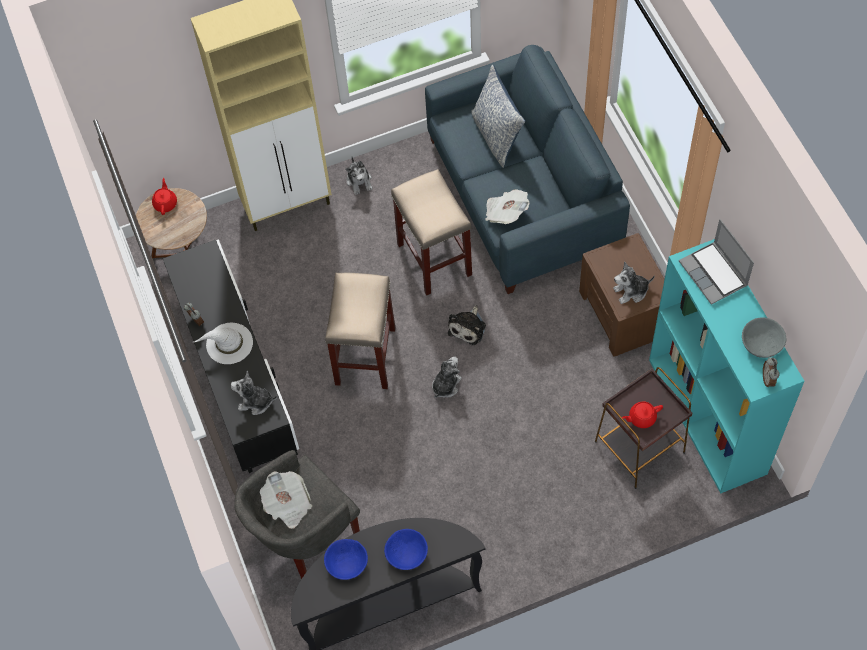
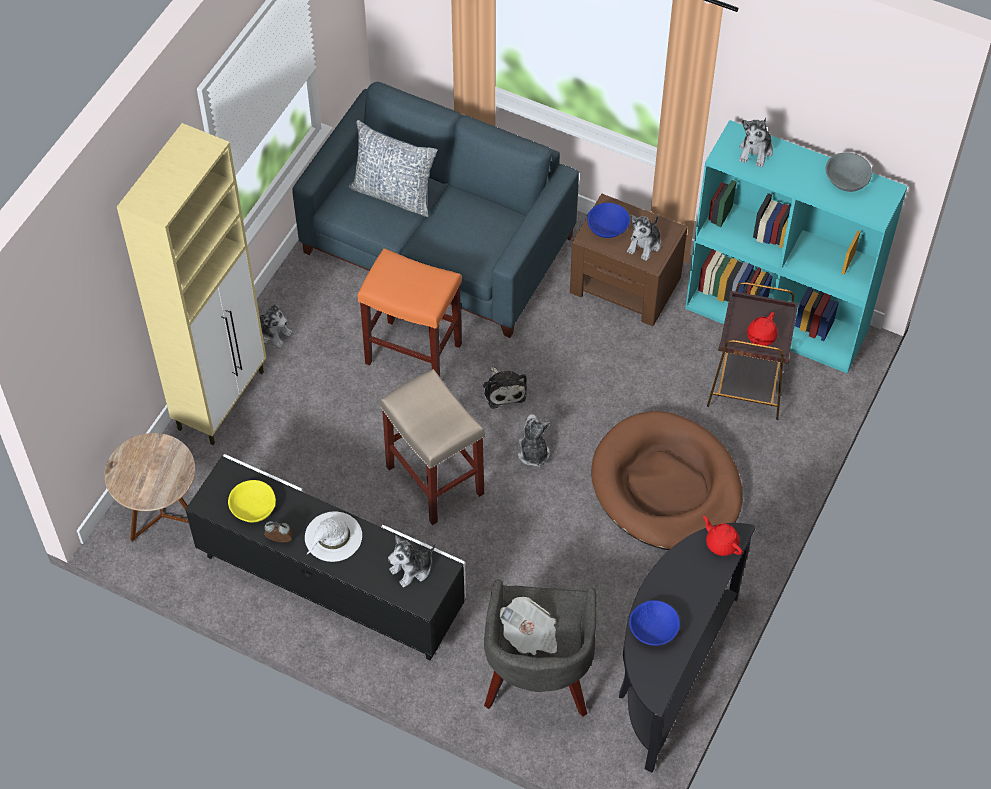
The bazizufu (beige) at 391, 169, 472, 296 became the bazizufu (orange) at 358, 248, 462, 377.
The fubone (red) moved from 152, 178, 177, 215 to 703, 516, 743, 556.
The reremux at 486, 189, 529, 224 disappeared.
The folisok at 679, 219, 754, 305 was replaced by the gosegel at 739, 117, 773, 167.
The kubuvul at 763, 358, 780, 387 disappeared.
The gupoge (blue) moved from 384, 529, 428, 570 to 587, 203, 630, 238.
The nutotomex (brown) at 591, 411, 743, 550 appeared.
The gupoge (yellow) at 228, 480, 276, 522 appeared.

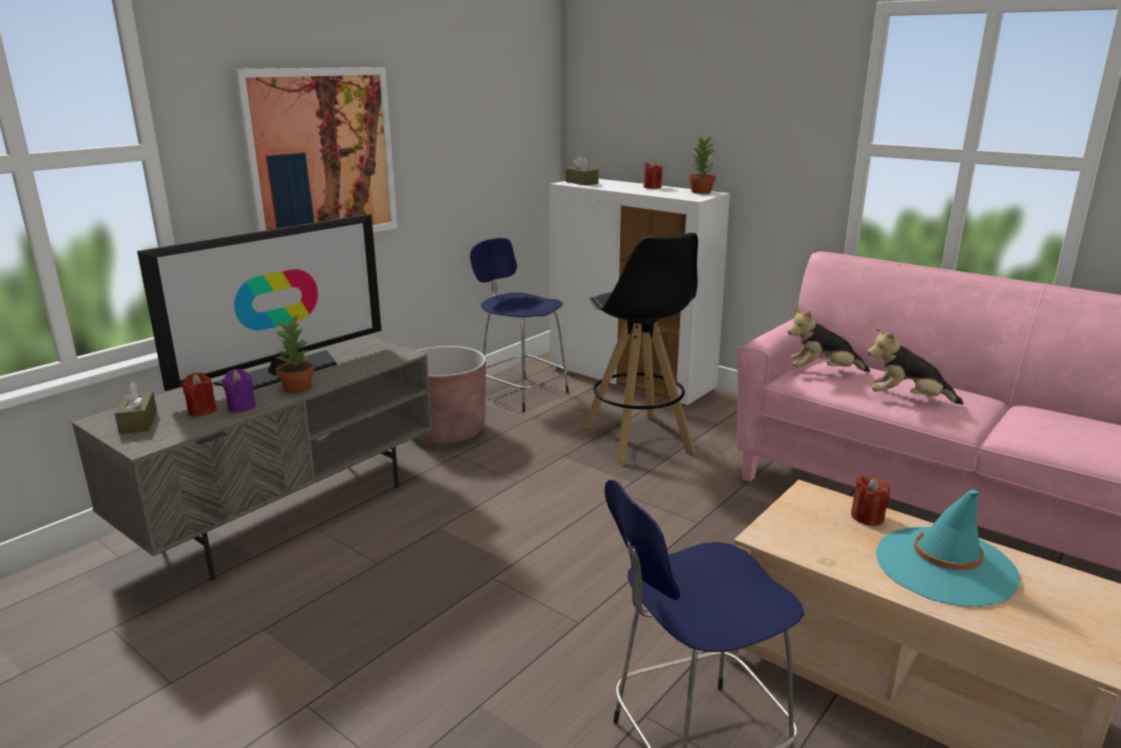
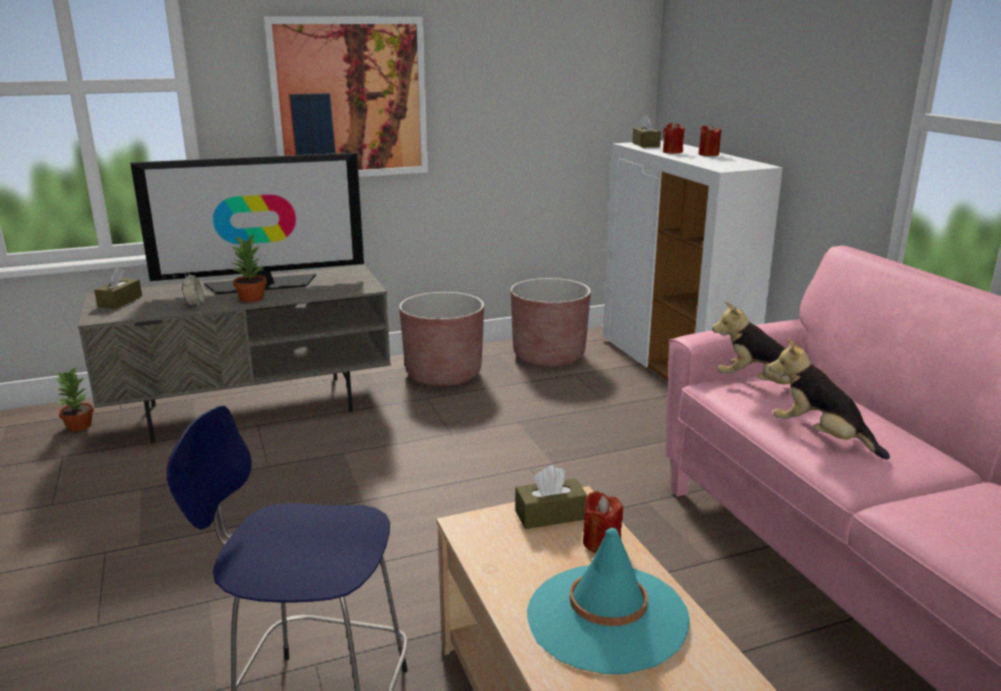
The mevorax moved from 688, 136, 716, 194 to 55, 367, 94, 431.
The bazizufu (black) at 583, 233, 698, 466 disappeared.
The bazizufu (blue) at 470, 238, 569, 412 was replaced by the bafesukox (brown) at 510, 278, 591, 367.
The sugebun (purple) at 222, 369, 256, 412 was replaced by the kubuvul at 182, 272, 204, 307.
The sugebun (red) moved from 181, 372, 217, 416 to 663, 122, 684, 154.
The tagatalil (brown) at 515, 465, 587, 529 appeared.

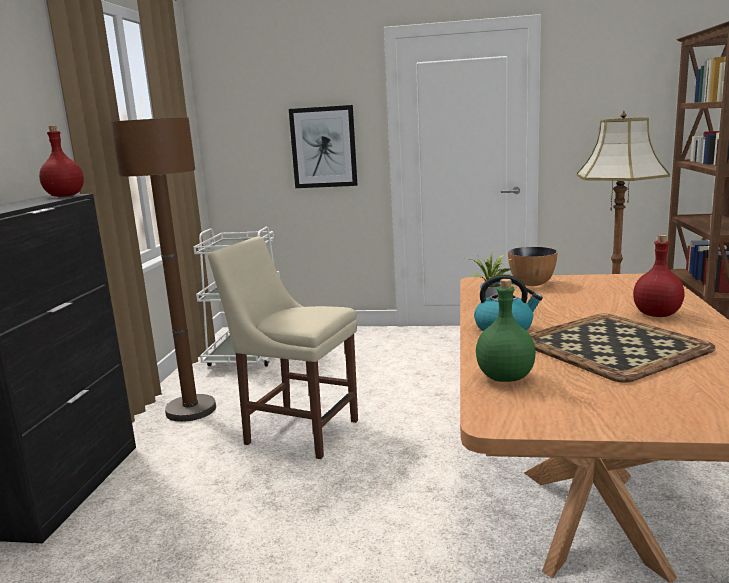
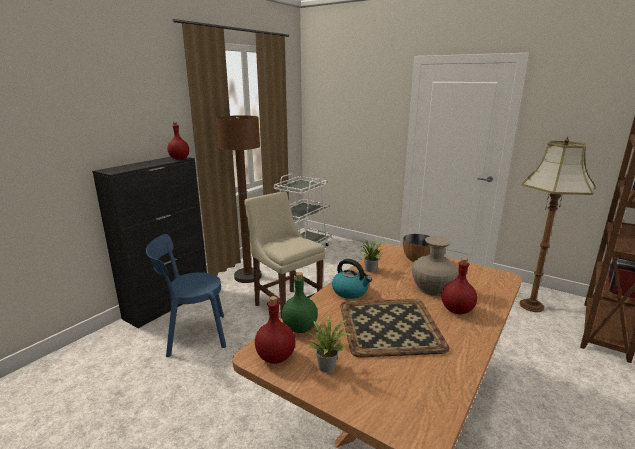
The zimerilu at 289, 105, 357, 188 disappeared.
The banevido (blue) at 146, 234, 226, 357 appeared.
The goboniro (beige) at 412, 236, 458, 296 appeared.
The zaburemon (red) at 255, 296, 295, 364 appeared.
The mevorax at 308, 316, 352, 373 appeared.

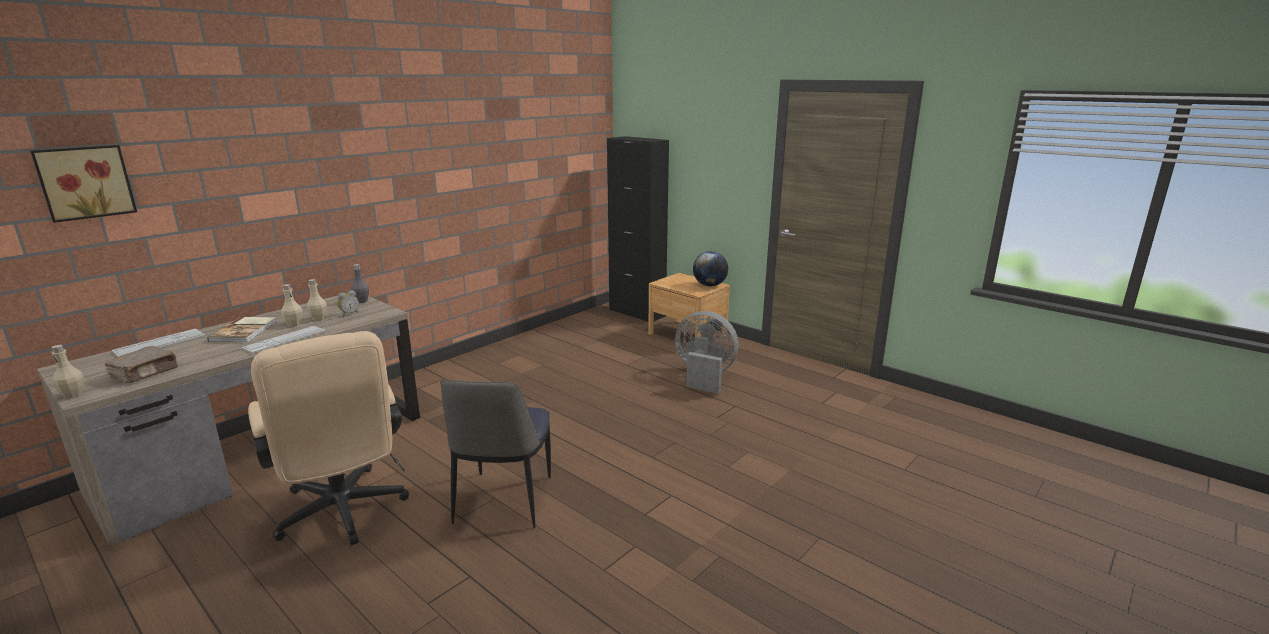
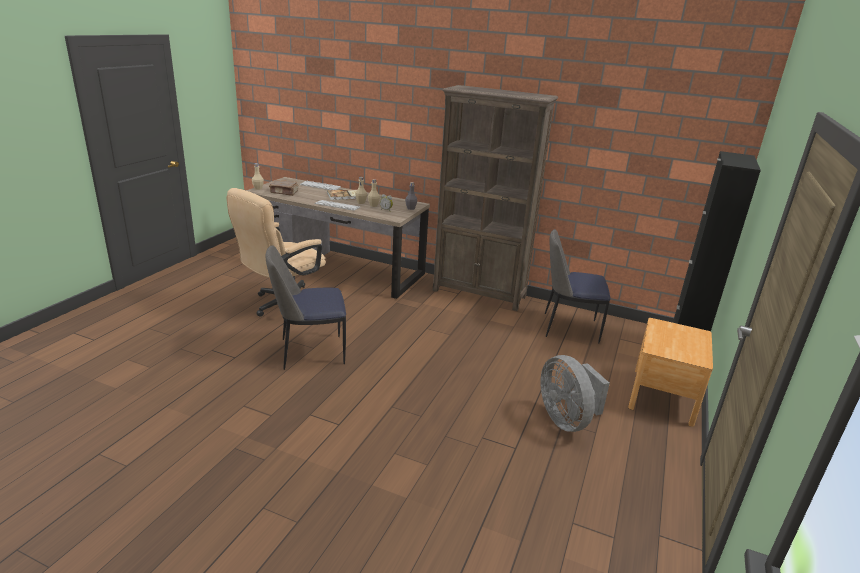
The zimerilu at 30, 145, 137, 223 disappeared.
The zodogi at 693, 251, 728, 287 disappeared.
The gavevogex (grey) at 675, 311, 739, 394 turned 150 degrees clockwise.
The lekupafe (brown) at 433, 85, 558, 311 appeared.
The banevido at 545, 229, 611, 343 appeared.

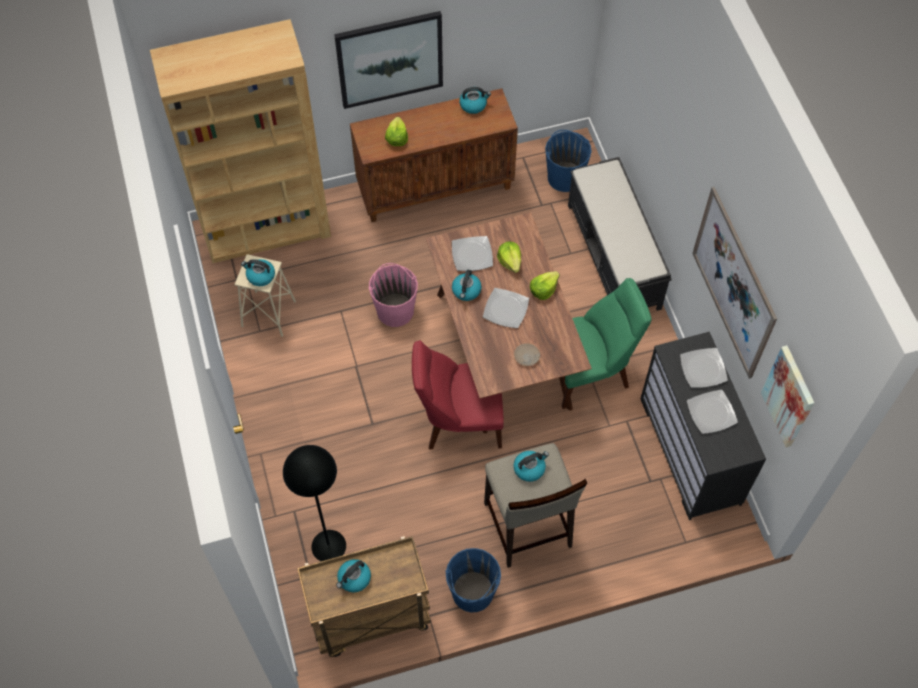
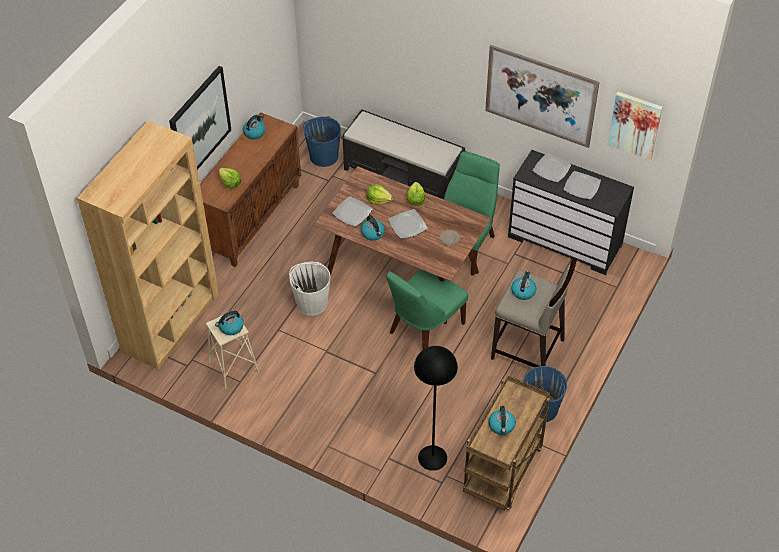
The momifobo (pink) at 369, 263, 418, 327 became the momifobo (white) at 289, 262, 331, 316.
The banevido (red) at 412, 340, 504, 449 became the banevido (green) at 387, 269, 468, 350.

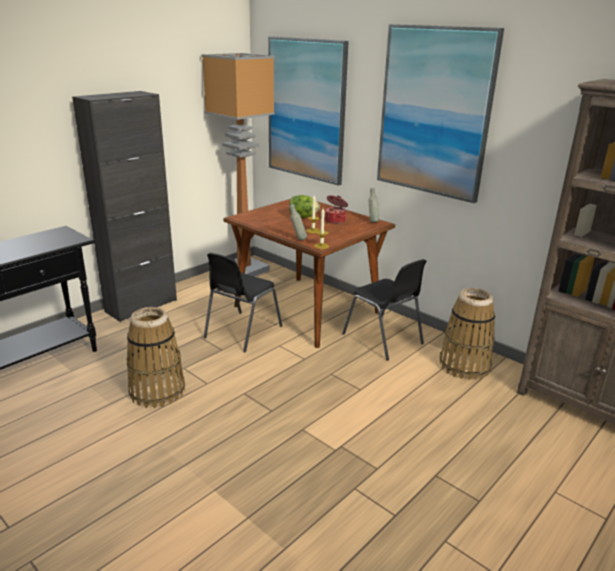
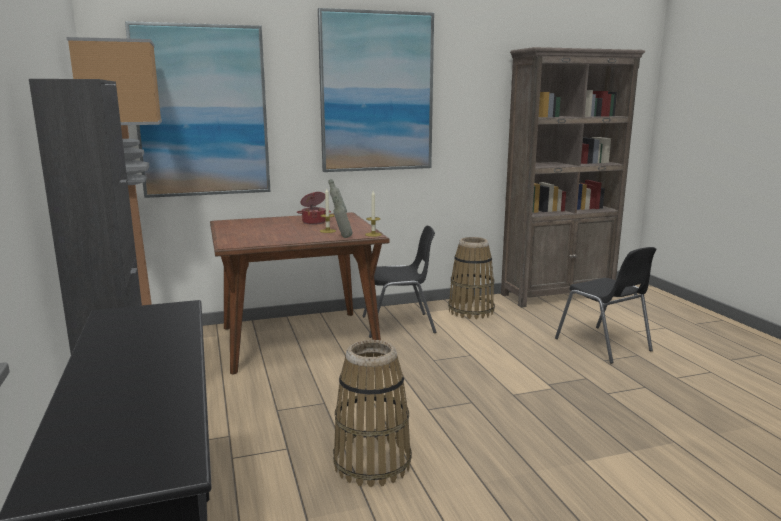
The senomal at 289, 195, 320, 218 disappeared.
The banevido (black) moved from 204, 253, 282, 352 to 555, 247, 656, 364.

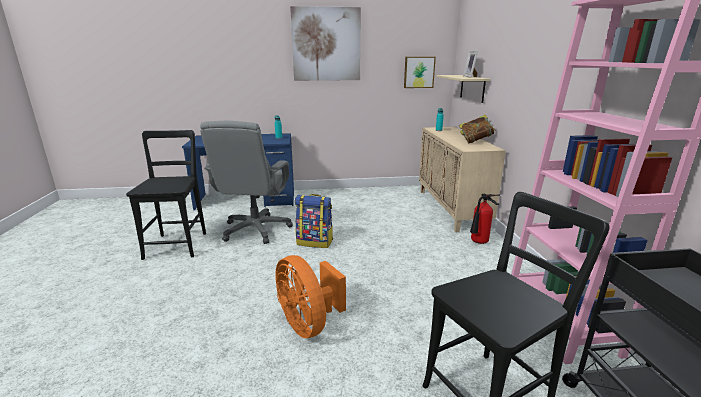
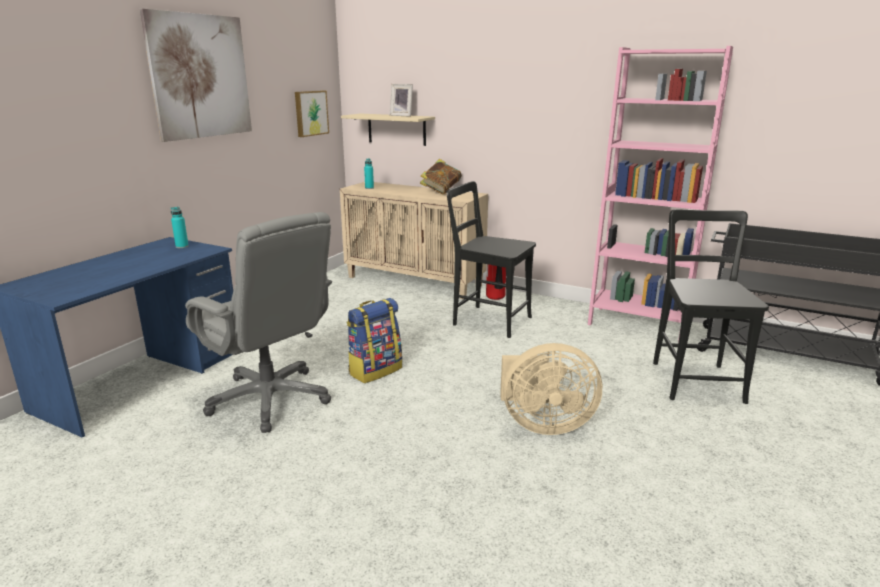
The banevido (black) moved from 126, 130, 206, 260 to 446, 181, 536, 338.
The gavevogex (orange) at 275, 255, 346, 338 became the gavevogex (beige) at 500, 343, 602, 435.

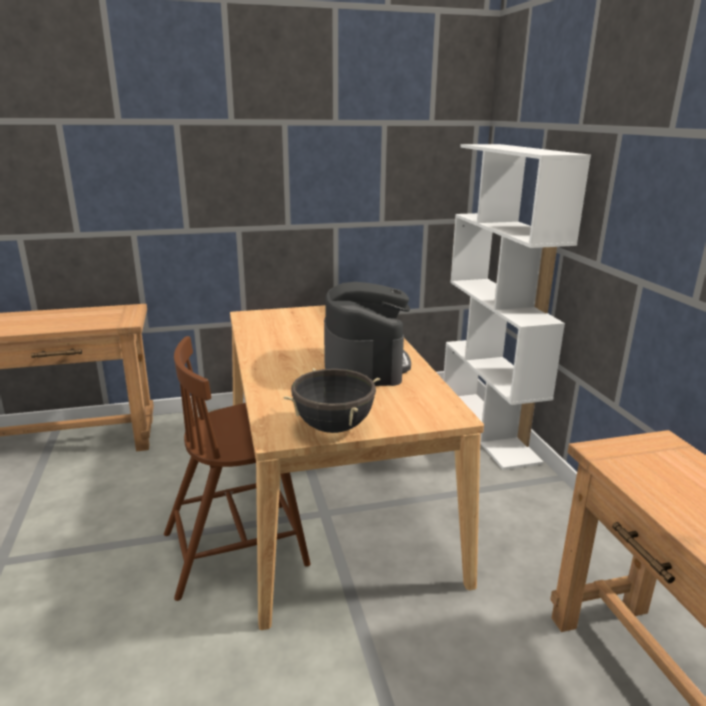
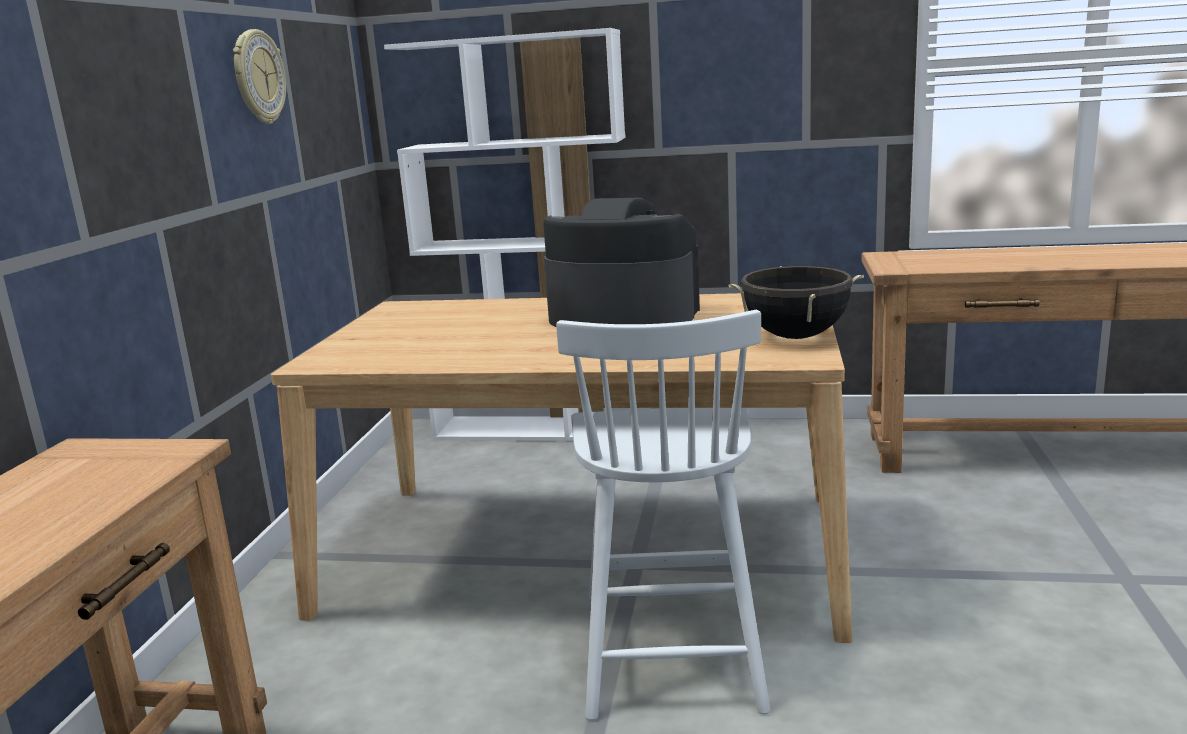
The banevido (brown) at 164, 336, 310, 601 became the banevido (white) at 556, 310, 770, 720.
The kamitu at 233, 29, 286, 124 appeared.

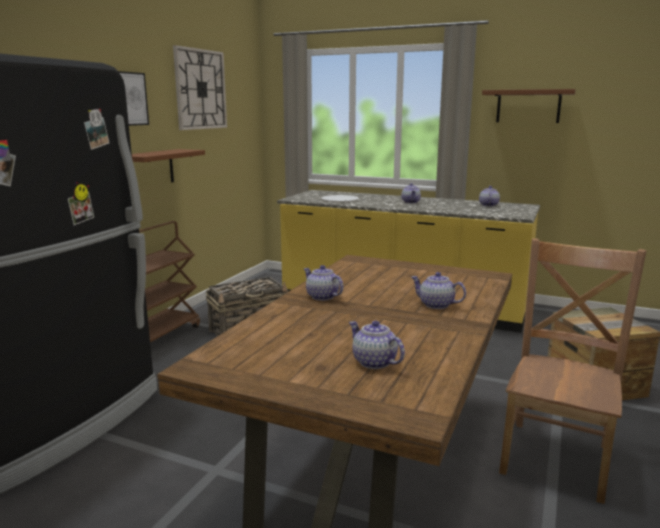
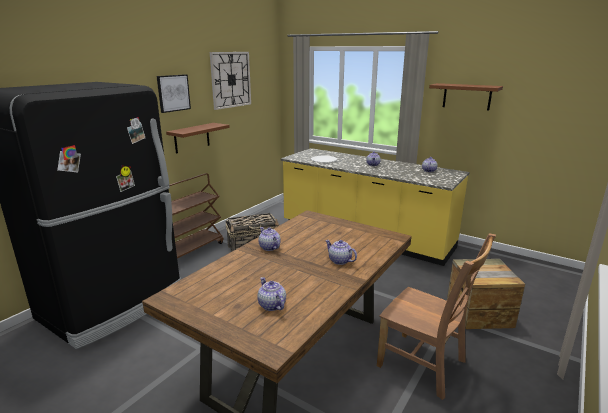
The banevido (brown) at 499, 238, 647, 504 turned 90 degrees clockwise.

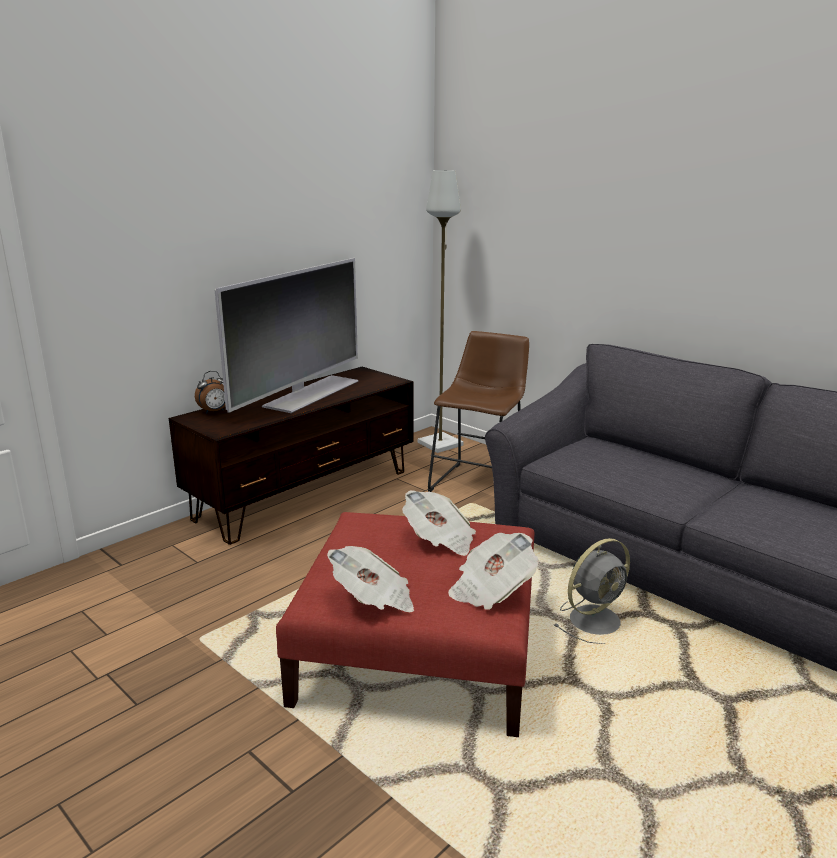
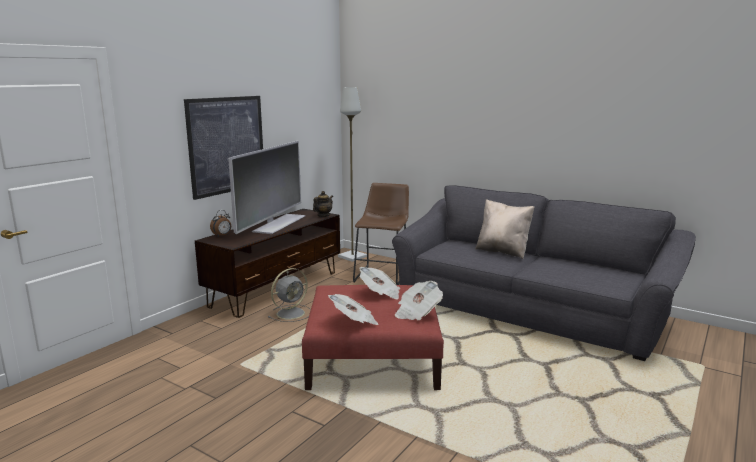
The gavevogex (grey) moved from 553, 538, 630, 644 to 268, 268, 311, 322.
The zimerilu at 184, 96, 263, 200 appeared.
The fubone at 313, 191, 333, 217 appeared.
The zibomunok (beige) at 475, 199, 534, 259 appeared.

